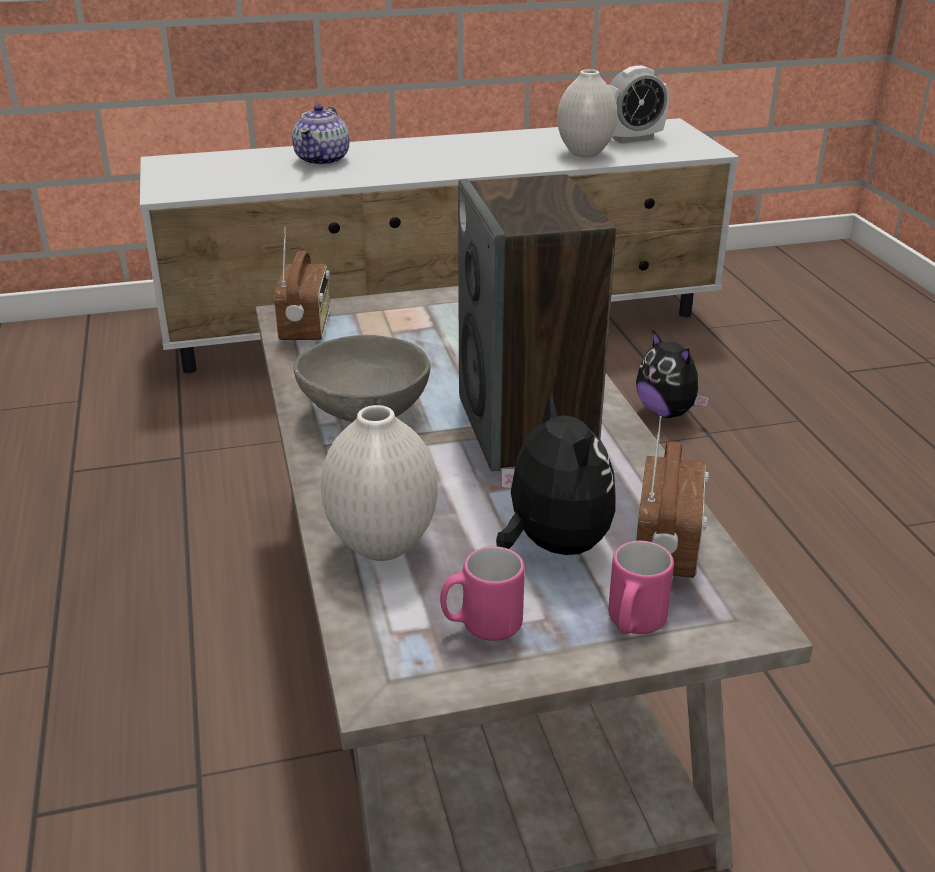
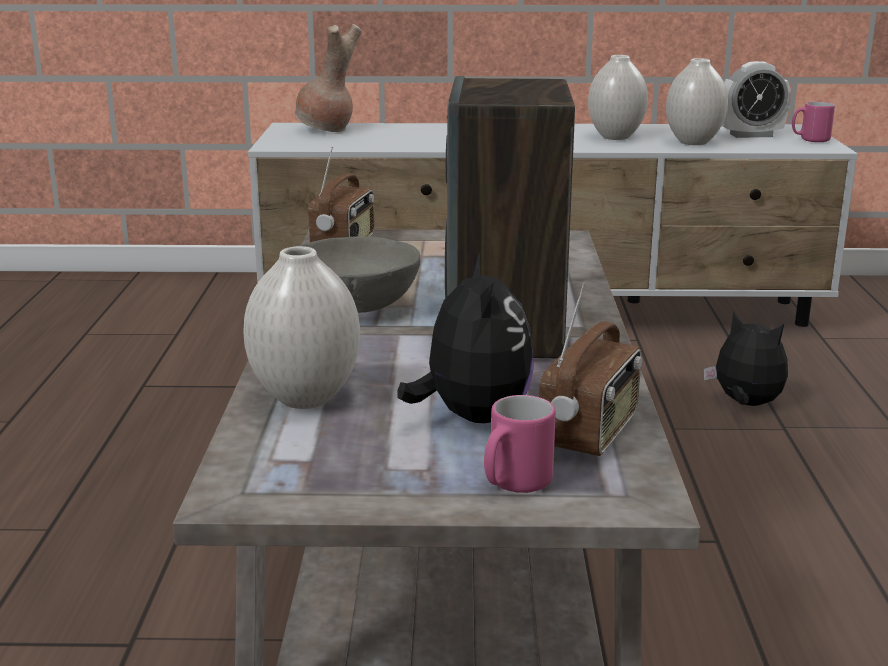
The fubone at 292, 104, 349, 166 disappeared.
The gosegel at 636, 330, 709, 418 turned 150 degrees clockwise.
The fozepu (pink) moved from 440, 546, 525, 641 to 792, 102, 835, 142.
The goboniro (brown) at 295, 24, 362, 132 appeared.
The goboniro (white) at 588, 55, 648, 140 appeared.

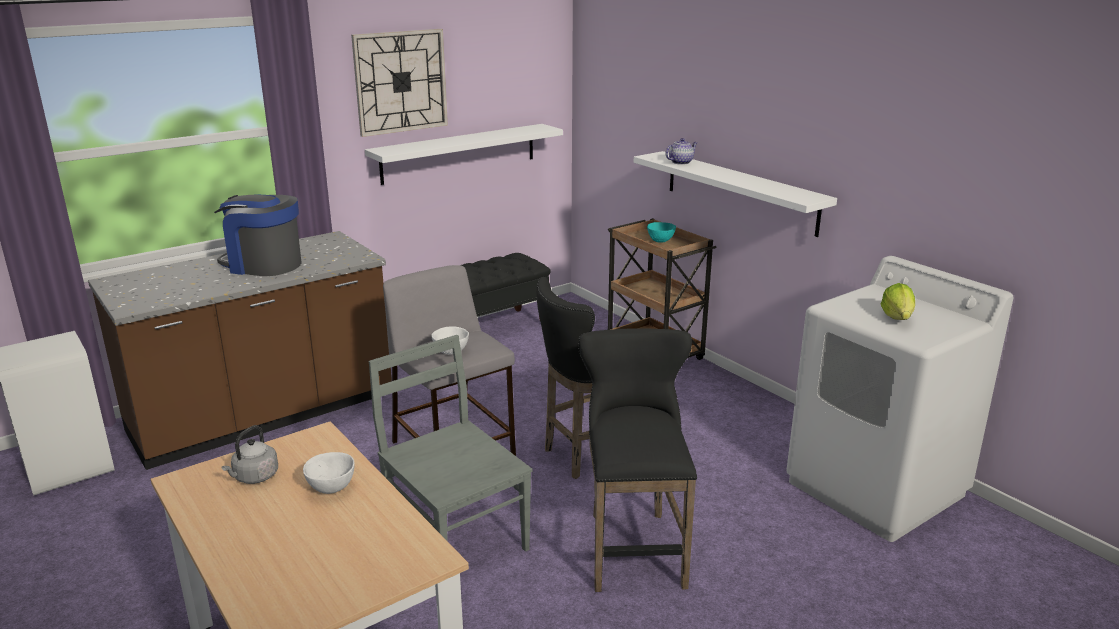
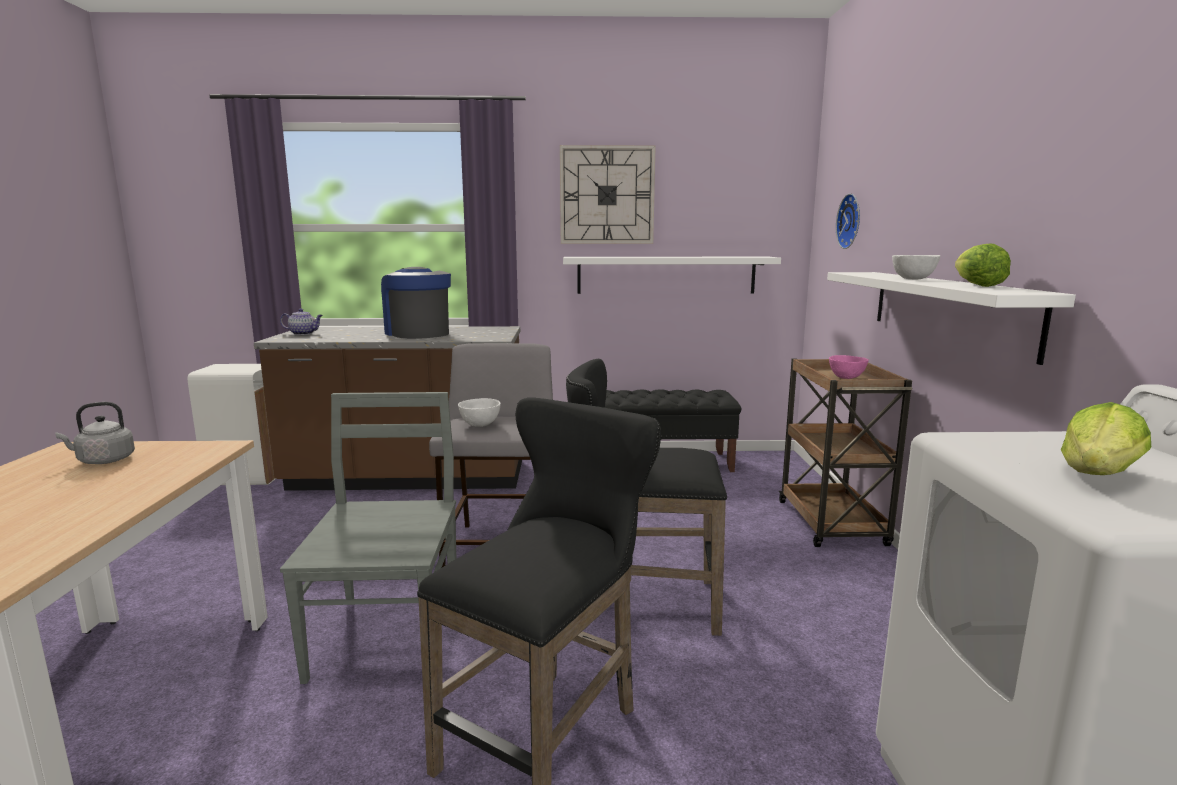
The fubone moved from 665, 138, 698, 165 to 280, 308, 323, 335.
The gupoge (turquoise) at 647, 222, 676, 243 became the gupoge (pink) at 829, 355, 869, 379.
The gupoge (white) moved from 303, 452, 355, 494 to 892, 255, 940, 279.
The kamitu at 836, 193, 860, 249 appeared.
The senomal at 955, 243, 1011, 287 appeared.

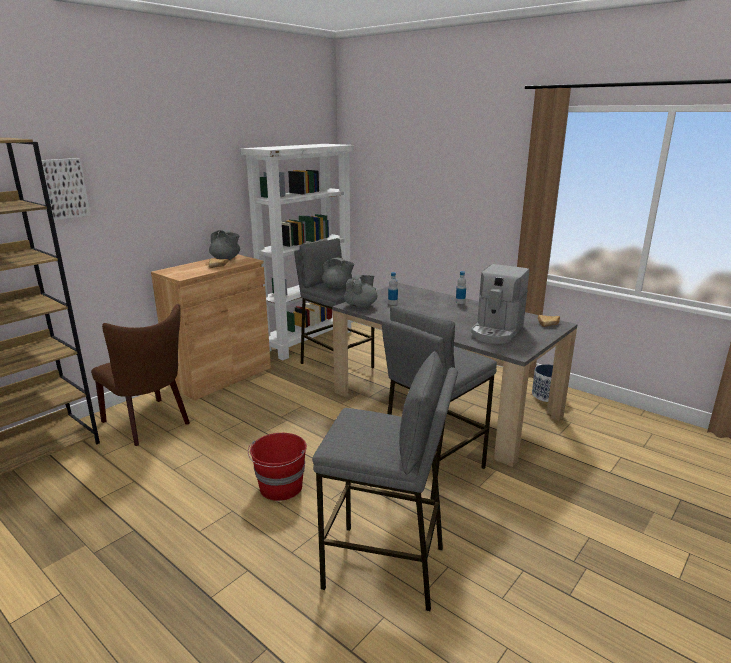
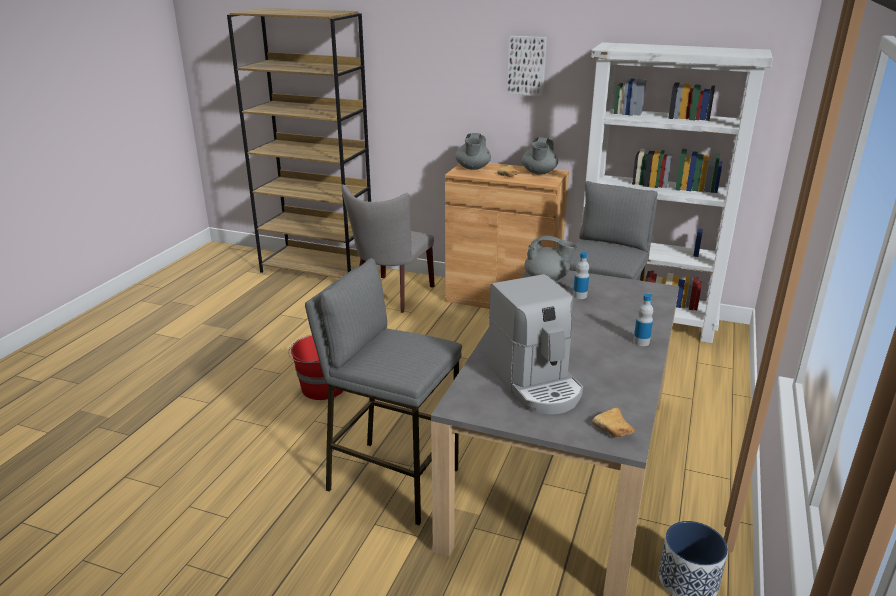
The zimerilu moved from 42, 158, 91, 220 to 507, 36, 547, 96.
The fubone (grey) moved from 322, 258, 354, 289 to 455, 133, 491, 170.
The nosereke at 471, 264, 529, 344 turned 120 degrees counterclockwise.
The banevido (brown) at 91, 304, 190, 446 became the banevido (grey) at 342, 184, 435, 313.
The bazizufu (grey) at 312, 351, 458, 611 disappeared.

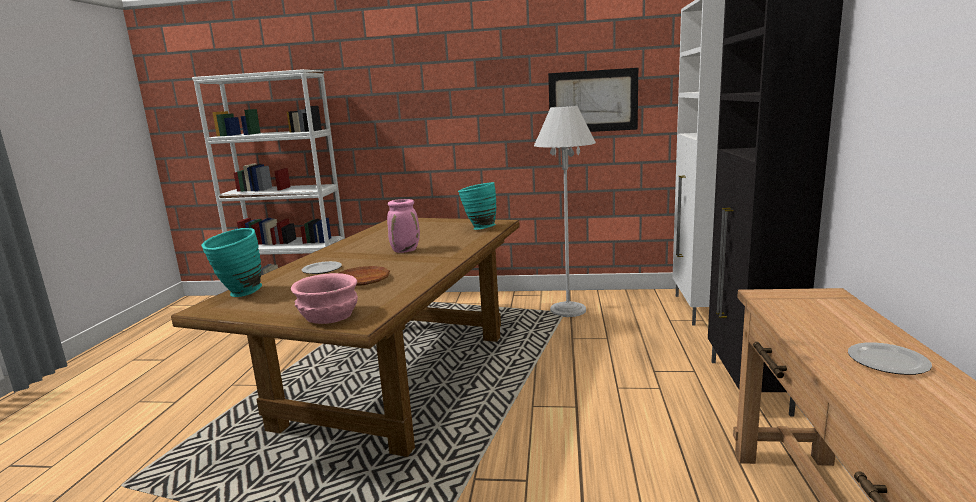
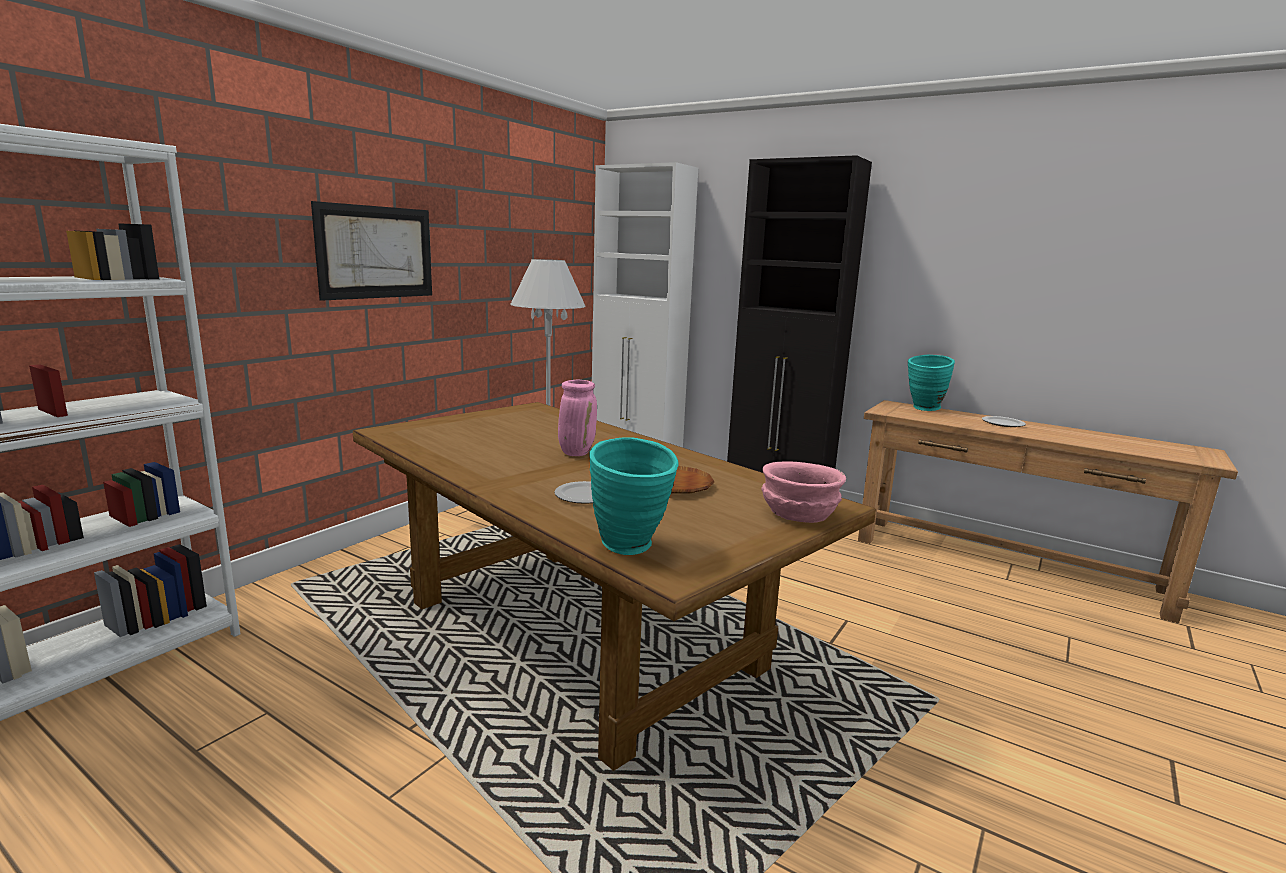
The zimerilu moved from 548, 68, 638, 132 to 311, 201, 432, 301.
The goboniro (turquoise) moved from 458, 182, 496, 230 to 908, 355, 955, 411.

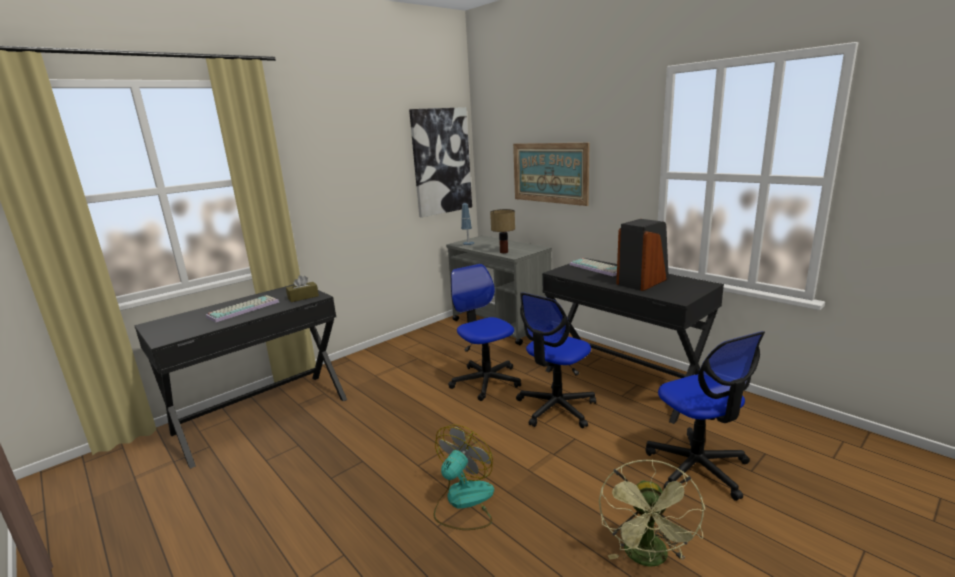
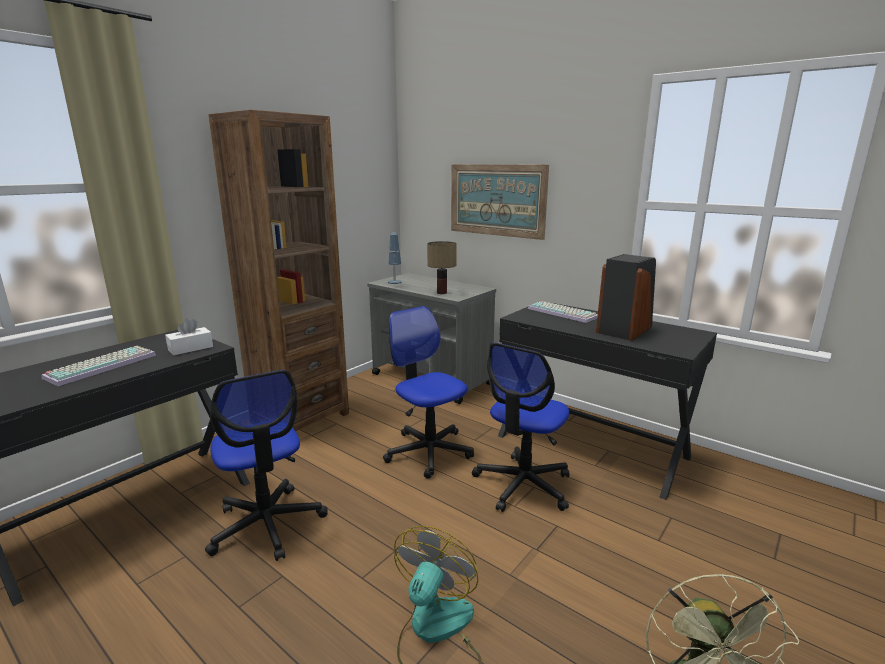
The zimerilu at 409, 107, 472, 218 disappeared.
The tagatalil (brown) at 286, 275, 319, 302 became the tagatalil (white) at 165, 318, 213, 355.
The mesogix moved from 646, 331, 765, 501 to 205, 370, 328, 561.
The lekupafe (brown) at 209, 110, 349, 431 appeared.

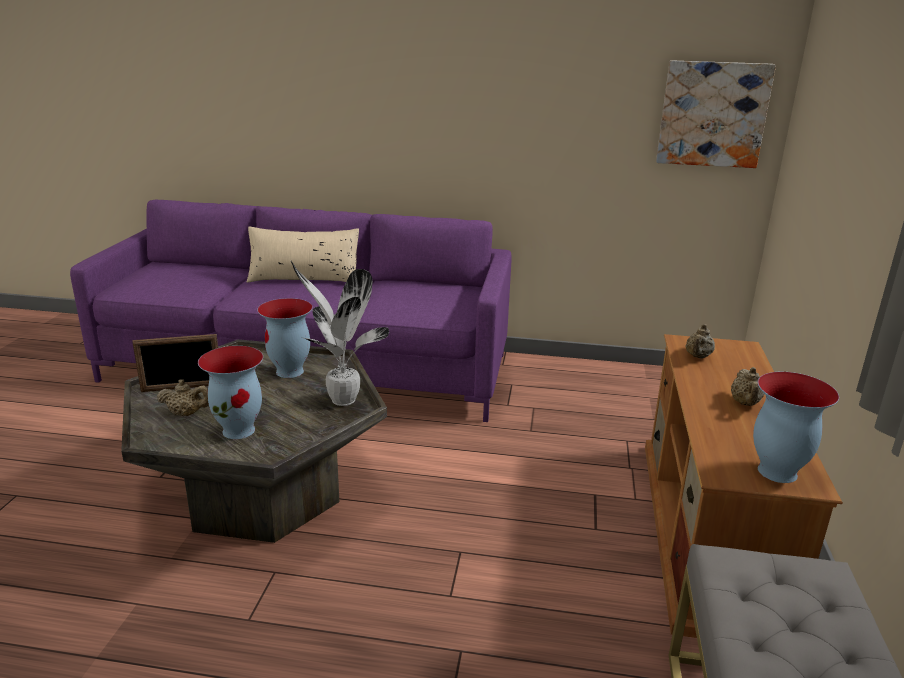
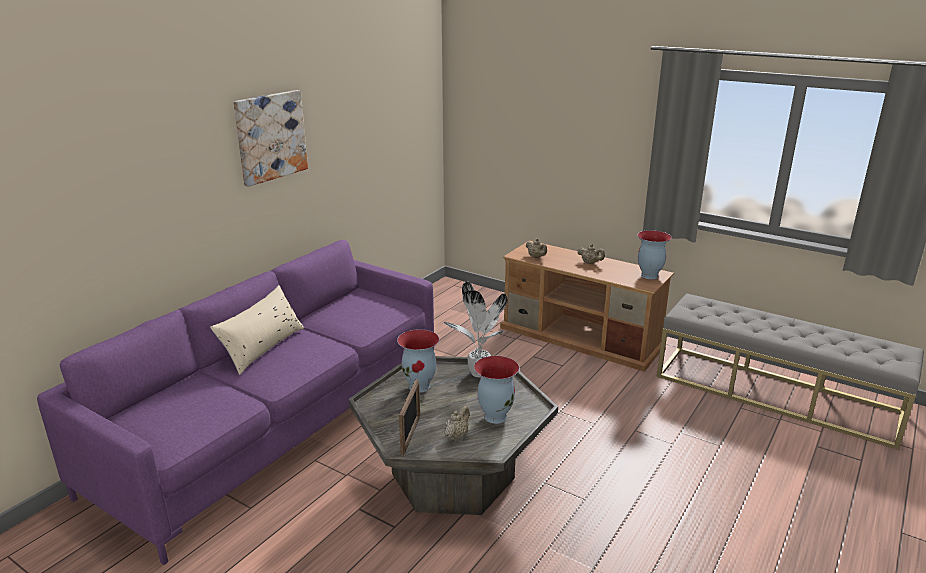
The zimerilu moved from 656, 60, 776, 168 to 233, 90, 308, 187.

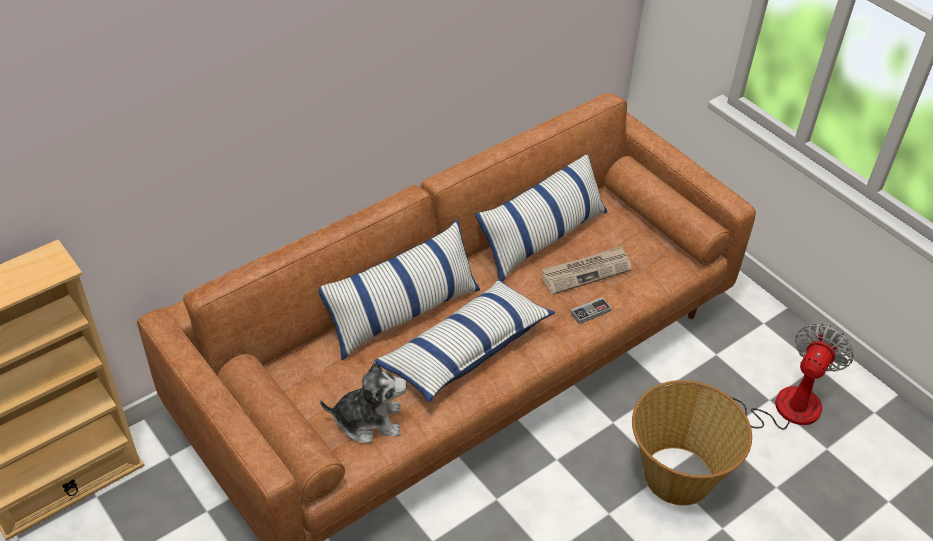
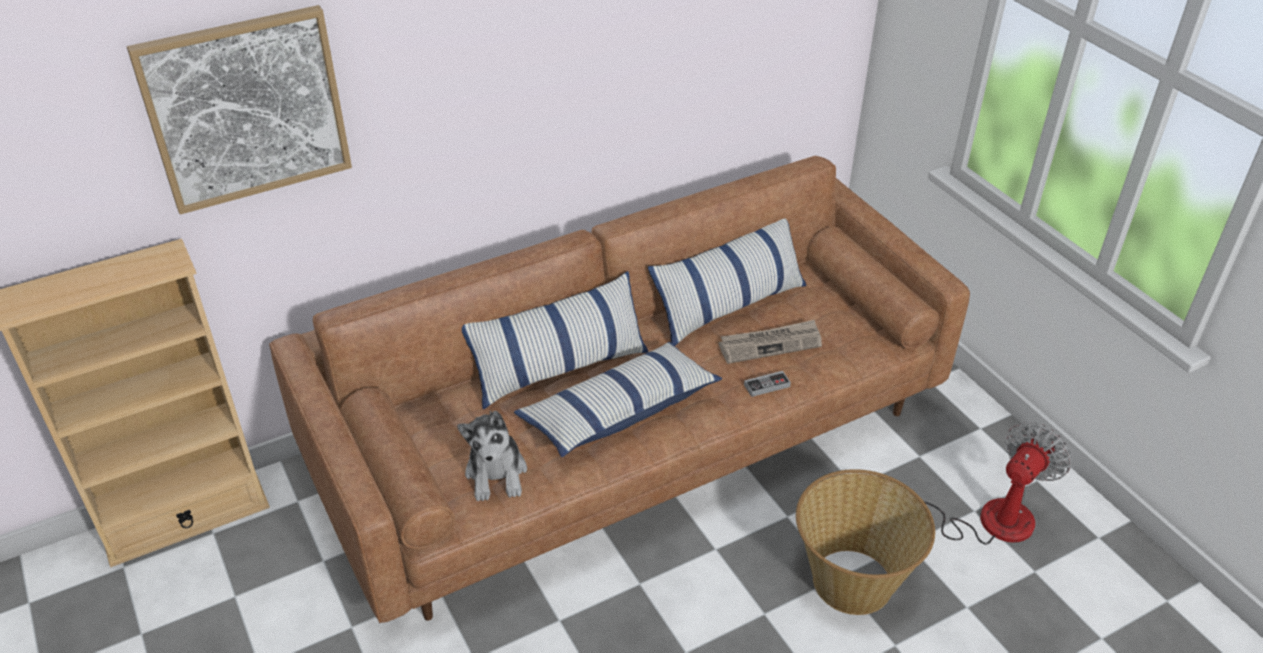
The gosegel at 320, 361, 407, 443 turned 75 degrees clockwise.
The zimerilu at 127, 5, 352, 215 appeared.

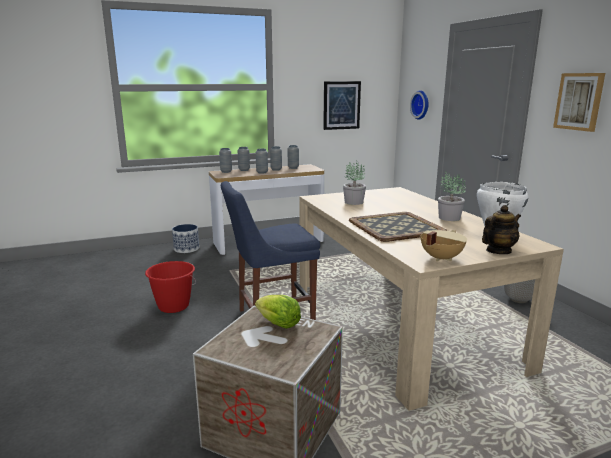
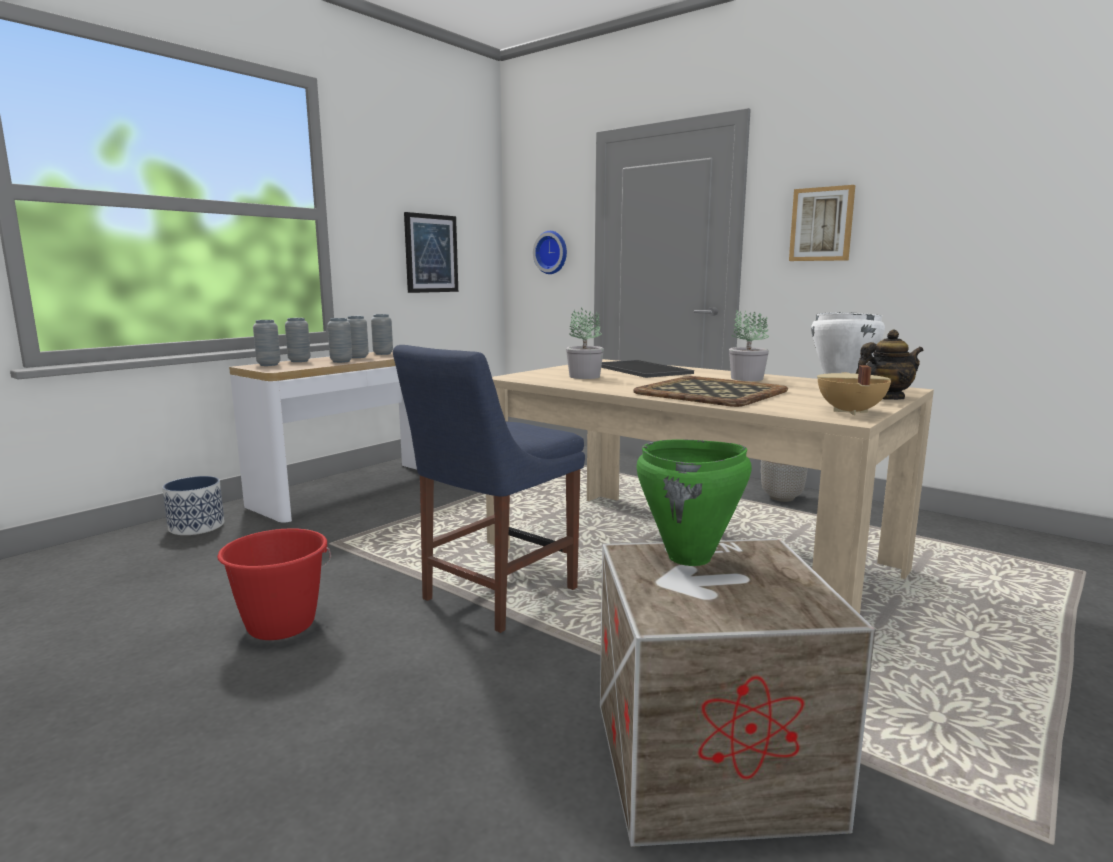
The fubone at 482, 205, 521, 254 turned 45 degrees clockwise.
The senomal at 255, 295, 301, 329 was replaced by the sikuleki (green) at 636, 439, 752, 566.
The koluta at 601, 360, 694, 378 appeared.

